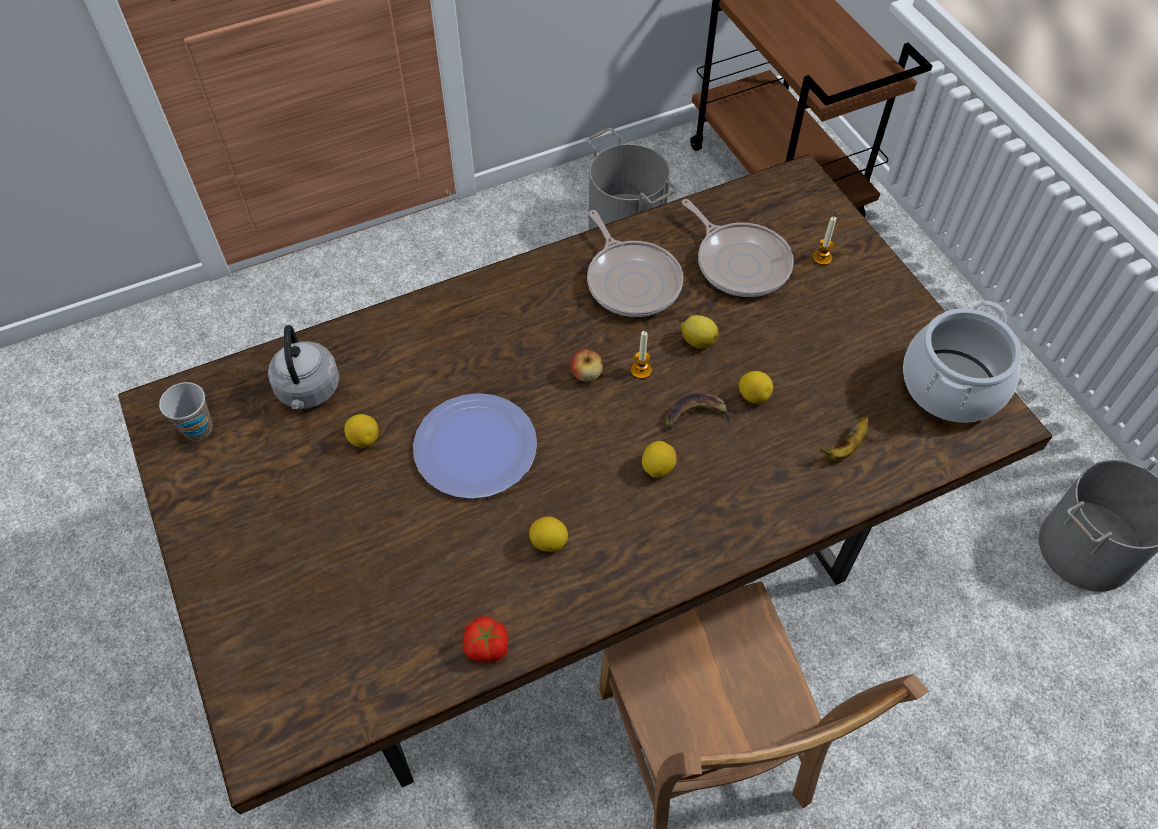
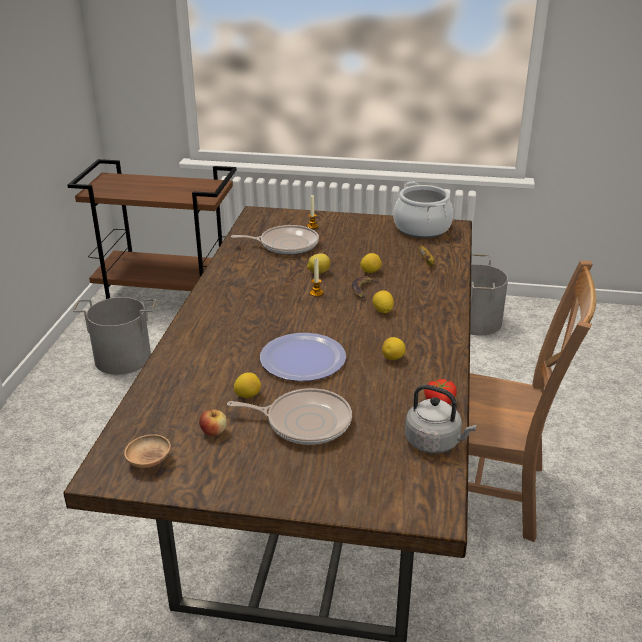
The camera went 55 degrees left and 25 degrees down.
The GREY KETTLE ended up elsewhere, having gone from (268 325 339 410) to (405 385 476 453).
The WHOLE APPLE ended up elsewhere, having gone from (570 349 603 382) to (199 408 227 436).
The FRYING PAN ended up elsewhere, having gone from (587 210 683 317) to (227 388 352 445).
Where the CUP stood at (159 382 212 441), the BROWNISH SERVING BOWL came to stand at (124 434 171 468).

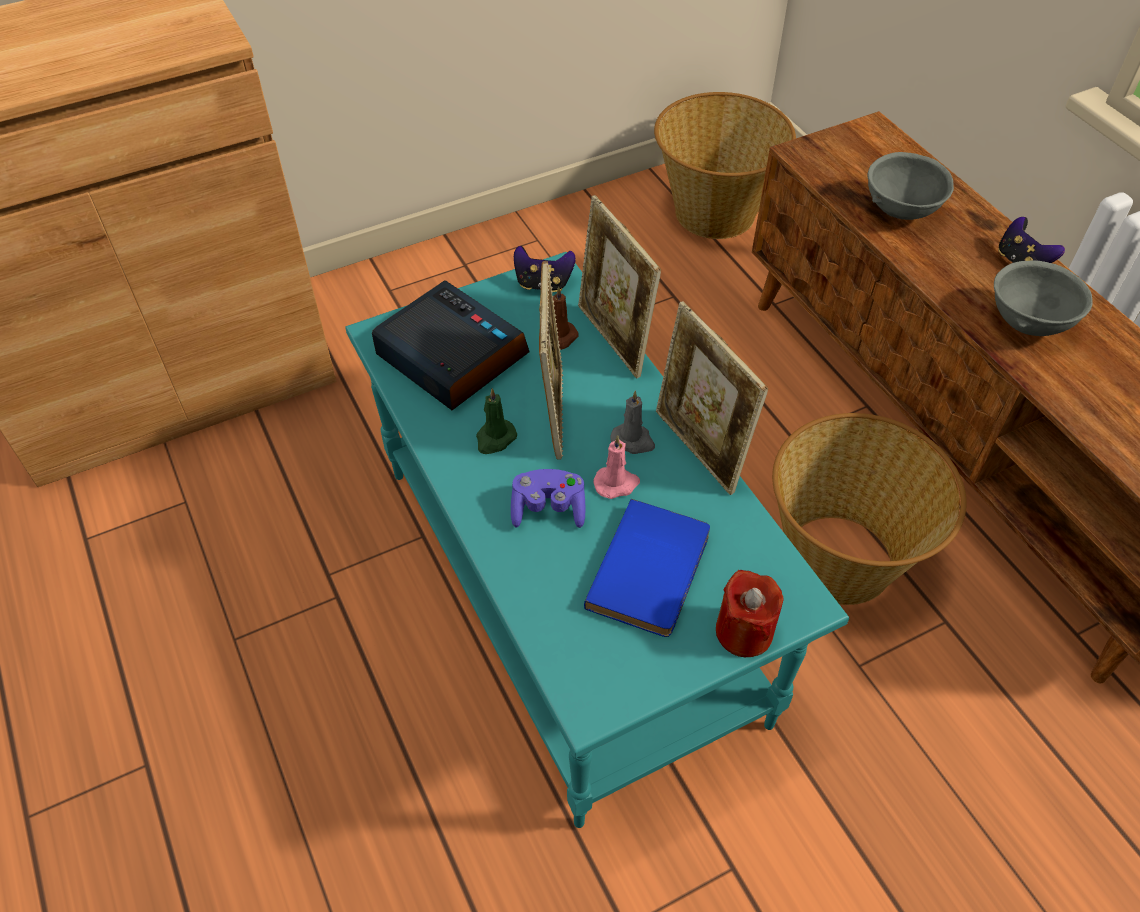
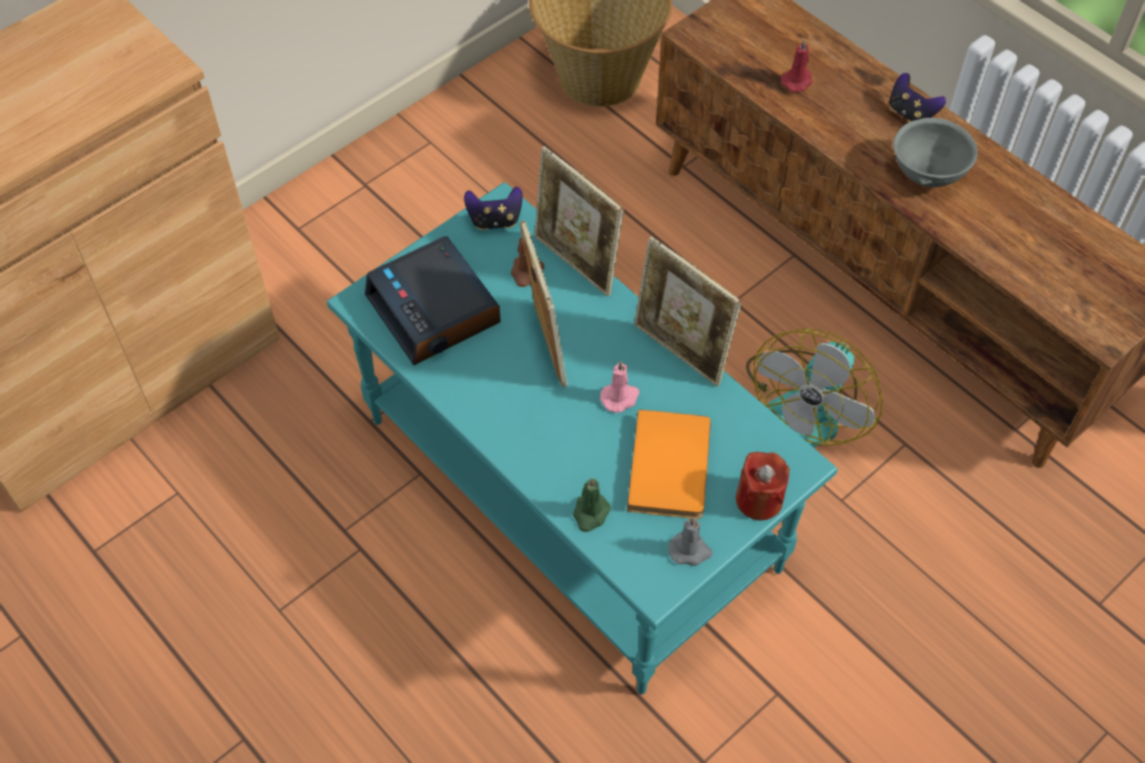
The camera went 15 degrees left and 5 degrees up.
The second view lost the PURPLE-COLOURED GAMEPAD at (511 469 586 528).
The GREENISH WAX LIGHT ended up elsewhere, having gone from (476 388 517 454) to (573 478 611 532).
The GREY WAX LIGHT ended up elsewhere, having gone from (610 391 655 454) to (668 517 712 566).
Where the HOUSEHOLD BASKET stood at (772 413 967 605), the COOLING FAN came to stand at (746 329 883 448).
Where the GREY SERVING BOWL stood at (868 152 954 220), the REDDISH WAX LIGHT came to stand at (781 39 813 92).
What was the BLUE BOUND BOOK at (584 499 710 637) turned into the ORANGE-COLOURED BOUND BOOK at (627 409 711 519).
The BEDSIDE CLOCK at (372 280 529 410) ended up facing another way, 150 degrees counterclockwise from before.

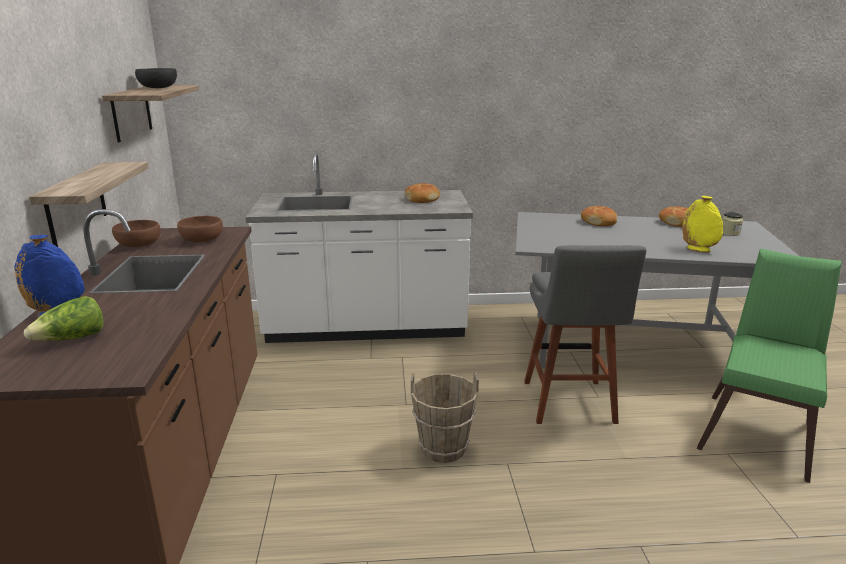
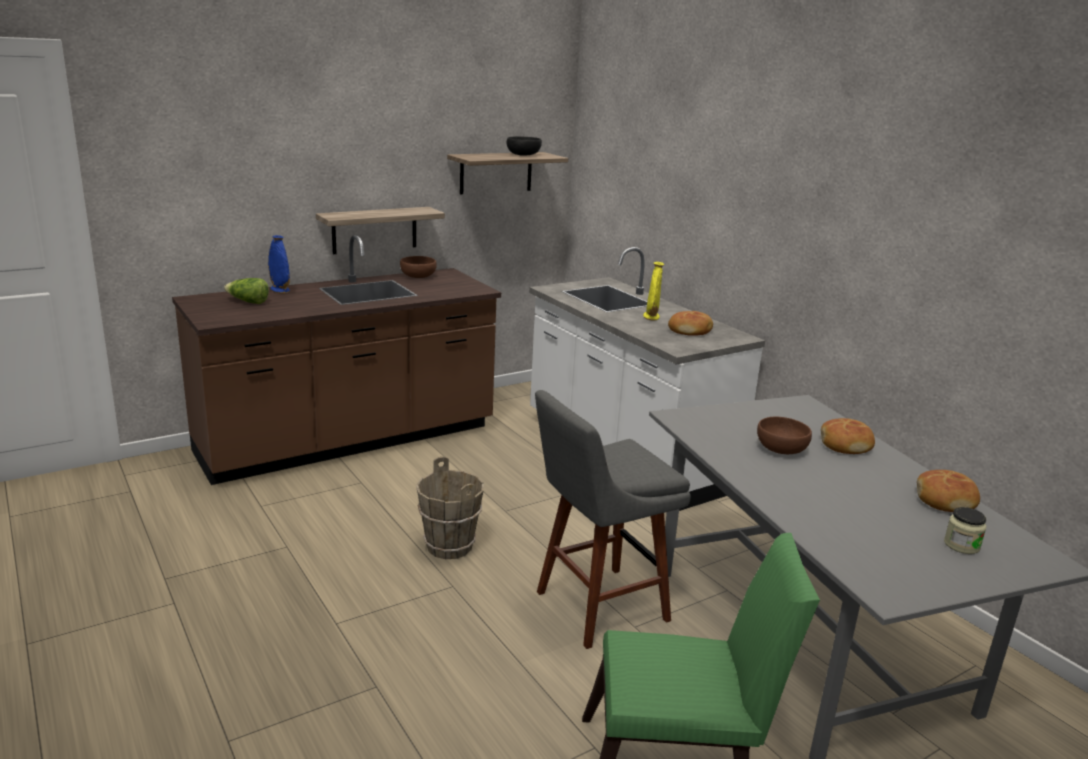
The camera went 60 degrees right and 0 degrees up.
The BROWNISH SERVING BOWL ended up elsewhere, having gone from (177 216 223 242) to (757 416 812 454).
The YELLOWISH DECORATIVE VASE ended up elsewhere, having gone from (682 196 723 253) to (643 262 664 321).

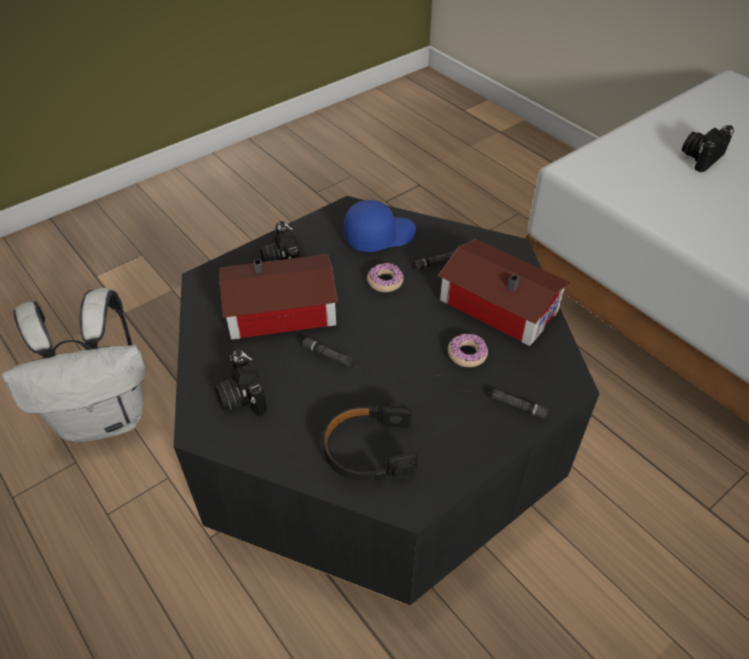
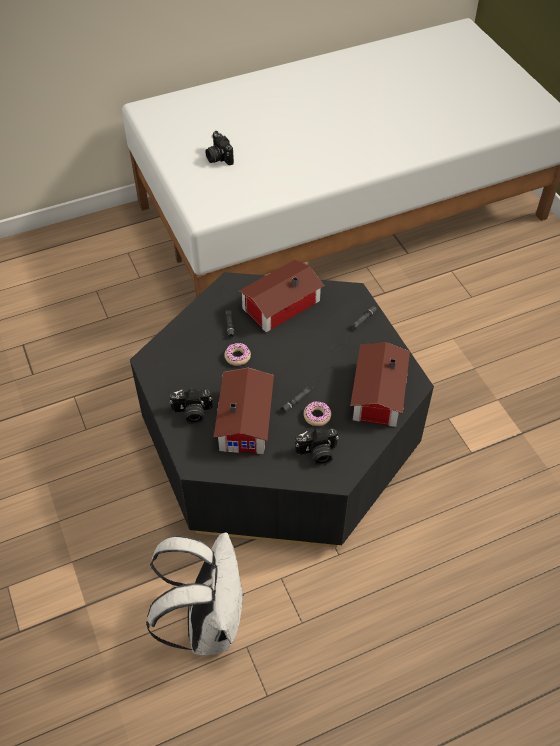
The camera went 75 degrees left and 5 degrees up.
The second view lost the BLUE BASEBALL CAP at (344 200 416 252).
The DOUGHNUT ended up elsewhere, having gone from (448 334 488 367) to (304 401 331 426).
Where the BLACK-COLOURED HEADSET stood at (323 403 418 481), the MODEL HOUSE came to stand at (350 342 410 427).

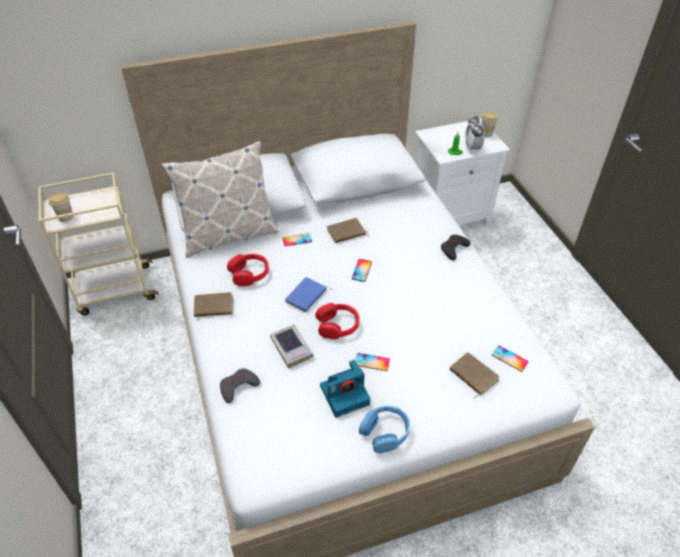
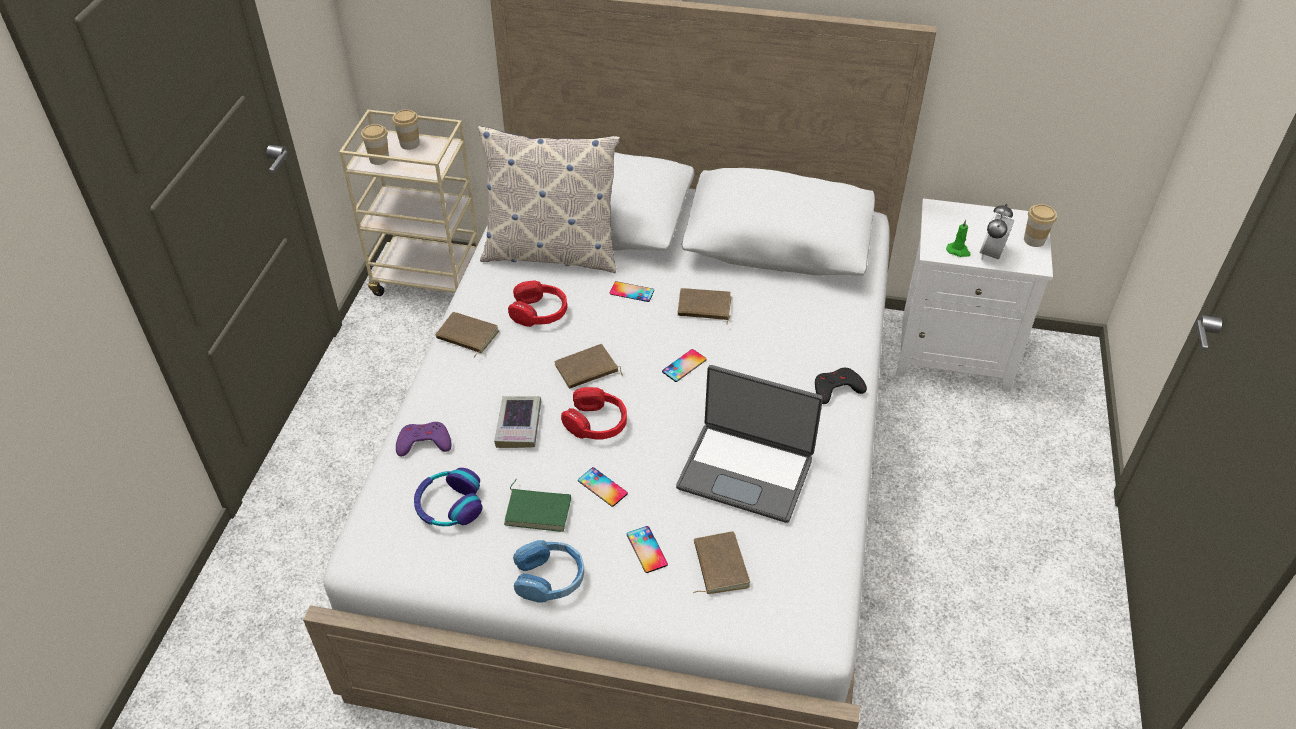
The camera went 30 degrees right and 0 degrees up.
The second view gained the CUP at (392 109 419 150).
The second view gained the HEADSET at (414 468 482 526).
The second view gained the LAPTOP at (676 365 823 523).
The PHONE ended up elsewhere, having gone from (492 346 529 372) to (627 526 668 573).
Where the PHOTO CAMERA stood at (320 360 370 418), the GREENISH BOUND BOOK came to stand at (504 479 571 532).
What was the GREY GAMEPAD at (220 368 260 403) turned into the PURPLE-COLOURED GAMEPAD at (396 422 452 456).
What was the BLUE BOUND BOOK at (285 277 333 312) turned into the BROWNISH BOUND BOOK at (554 344 623 389).

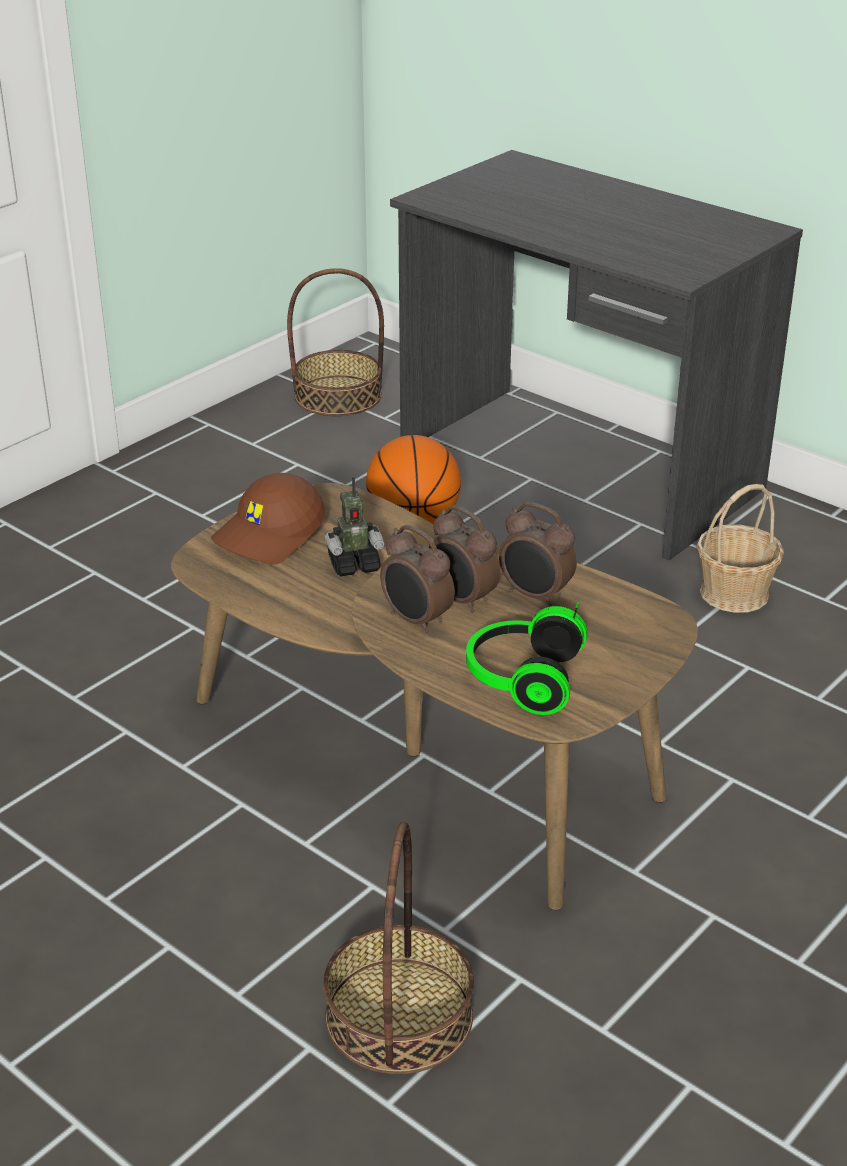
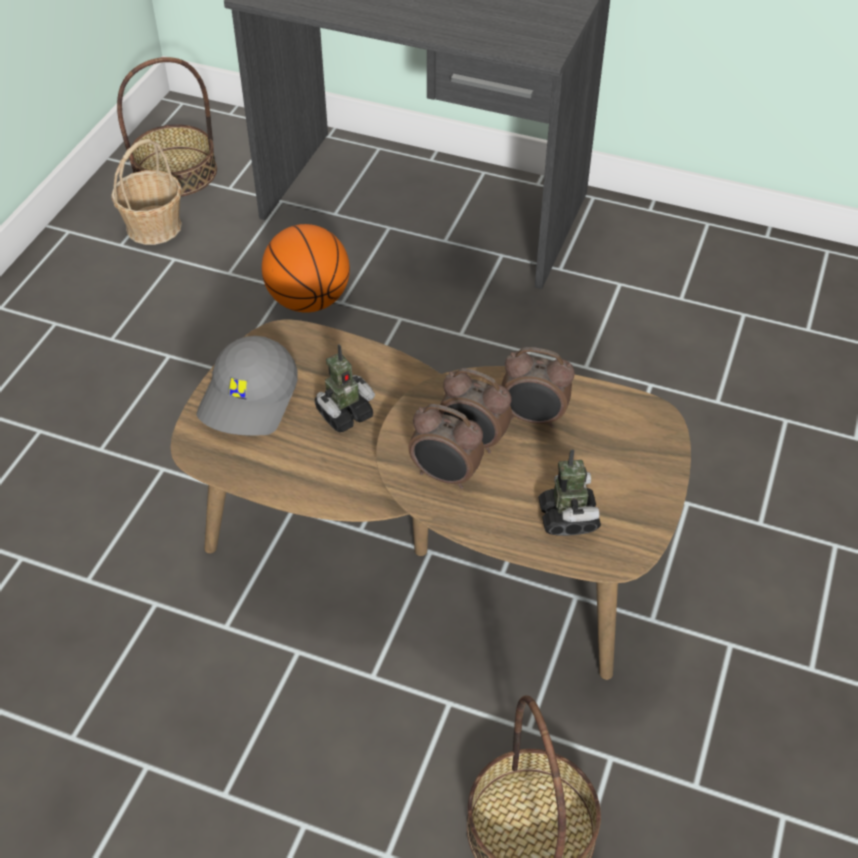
The camera went 20 degrees left and 15 degrees up.
The HOUSEHOLD BASKET ended up elsewhere, having gone from (697 484 784 613) to (111 139 182 245).
Where the HEADSET stood at (466 602 588 715), the TOY ROBOT came to stand at (538 450 601 536).
What was the BROWNISH BASEBALL CAP at (211 473 325 564) turned into the GREY BASEBALL CAP at (197 336 298 436).

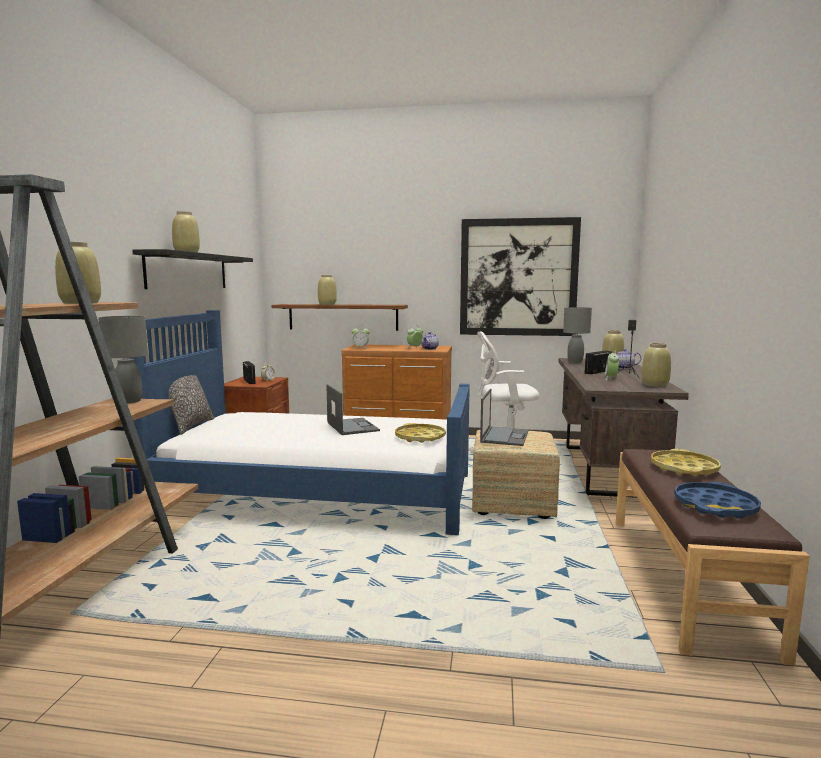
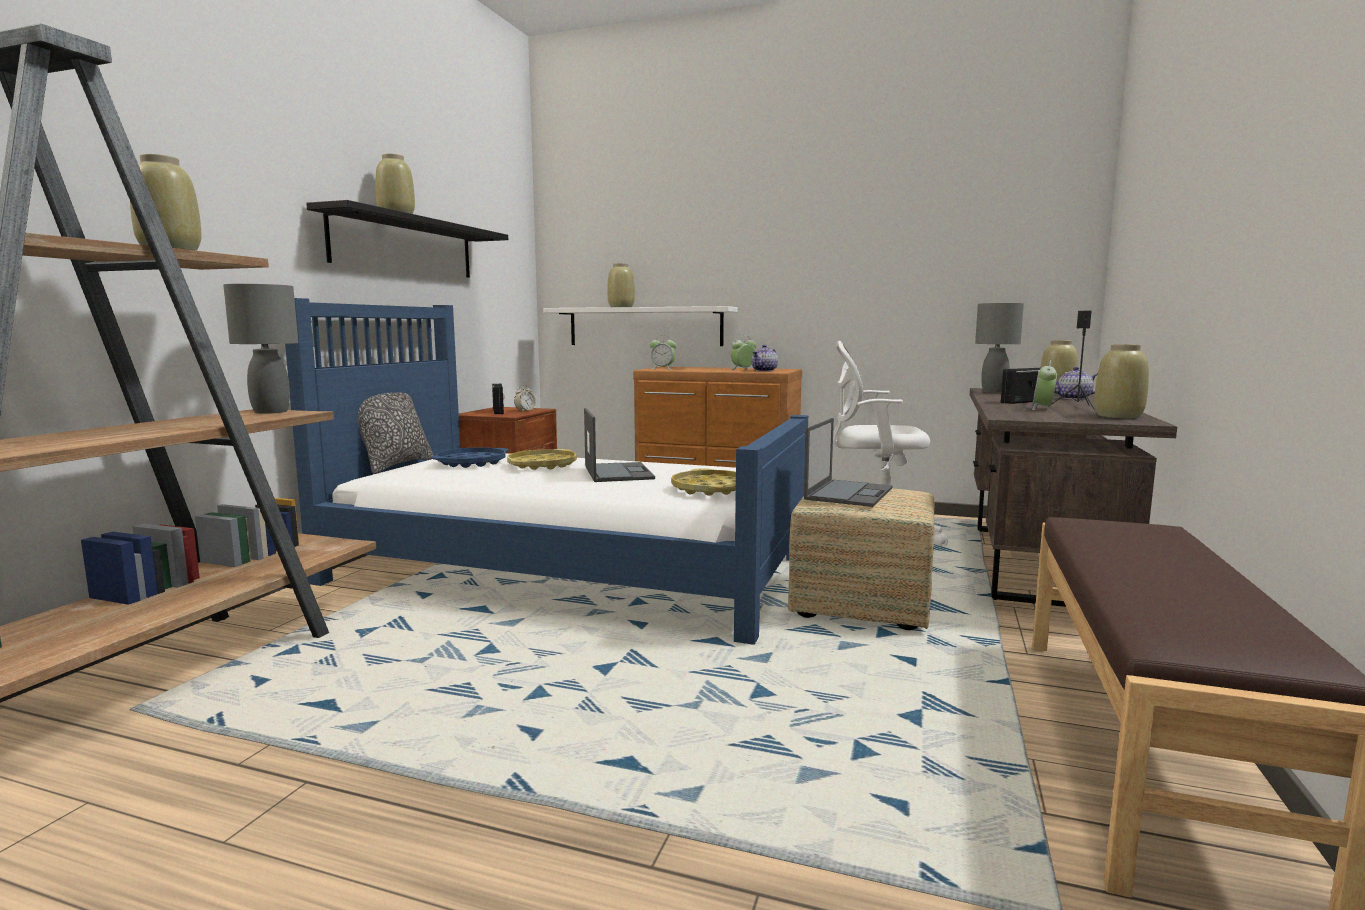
The camera went 10 degrees right and 0 degrees up.
The second view lost the PICTURE at (460 217 581 336).
The YELLOWISH TRAY ended up elsewhere, having gone from (651 449 721 476) to (507 449 577 470).
The BLUE TRAY ended up elsewhere, having gone from (674 482 761 519) to (431 447 509 468).
What was the BROWNISH BRACKET SHELF at (271 304 408 331) turned into the WHITE-COLOURED BRACKET SHELF at (543 306 738 346).

